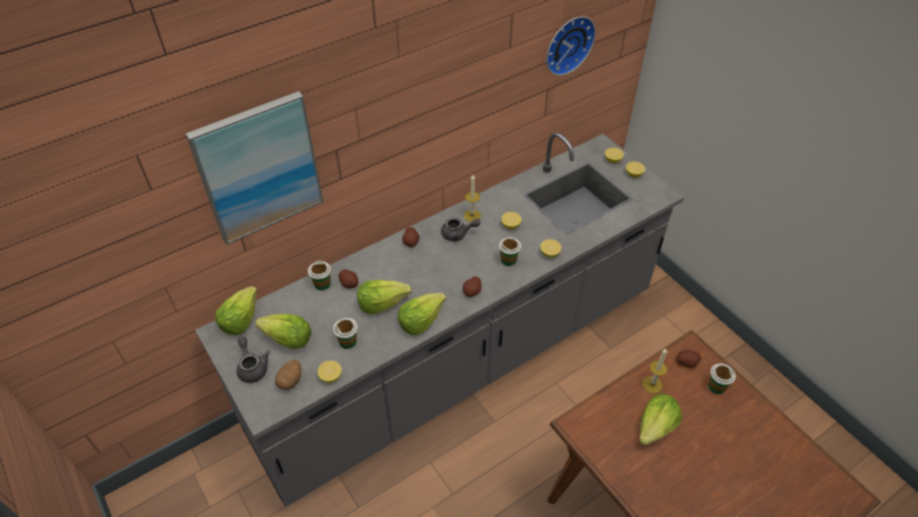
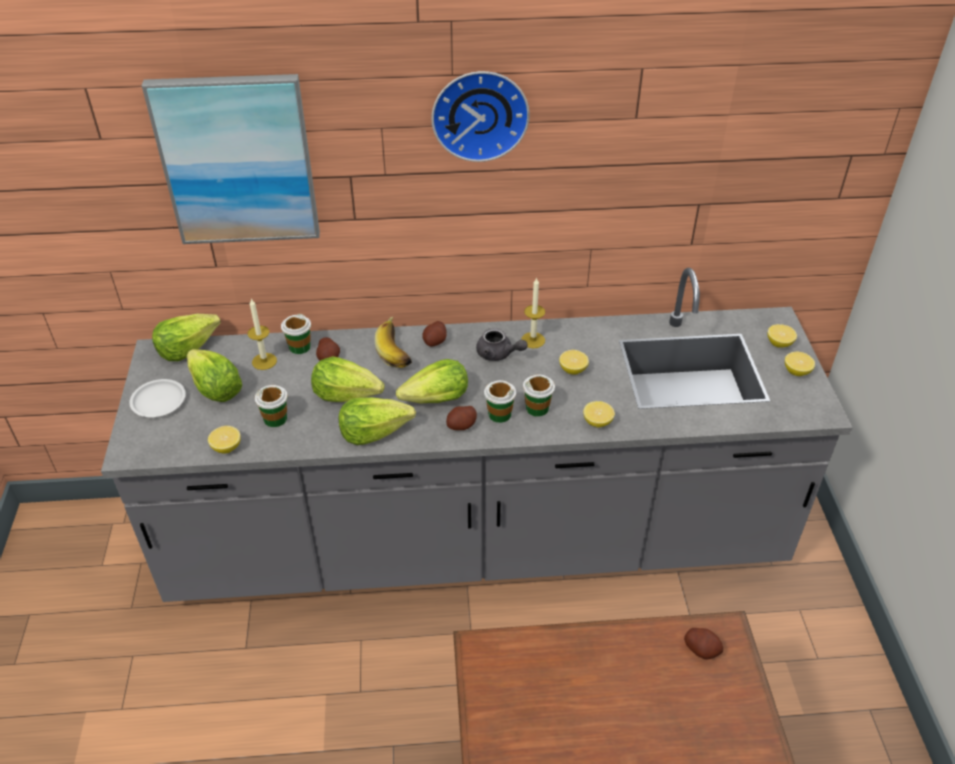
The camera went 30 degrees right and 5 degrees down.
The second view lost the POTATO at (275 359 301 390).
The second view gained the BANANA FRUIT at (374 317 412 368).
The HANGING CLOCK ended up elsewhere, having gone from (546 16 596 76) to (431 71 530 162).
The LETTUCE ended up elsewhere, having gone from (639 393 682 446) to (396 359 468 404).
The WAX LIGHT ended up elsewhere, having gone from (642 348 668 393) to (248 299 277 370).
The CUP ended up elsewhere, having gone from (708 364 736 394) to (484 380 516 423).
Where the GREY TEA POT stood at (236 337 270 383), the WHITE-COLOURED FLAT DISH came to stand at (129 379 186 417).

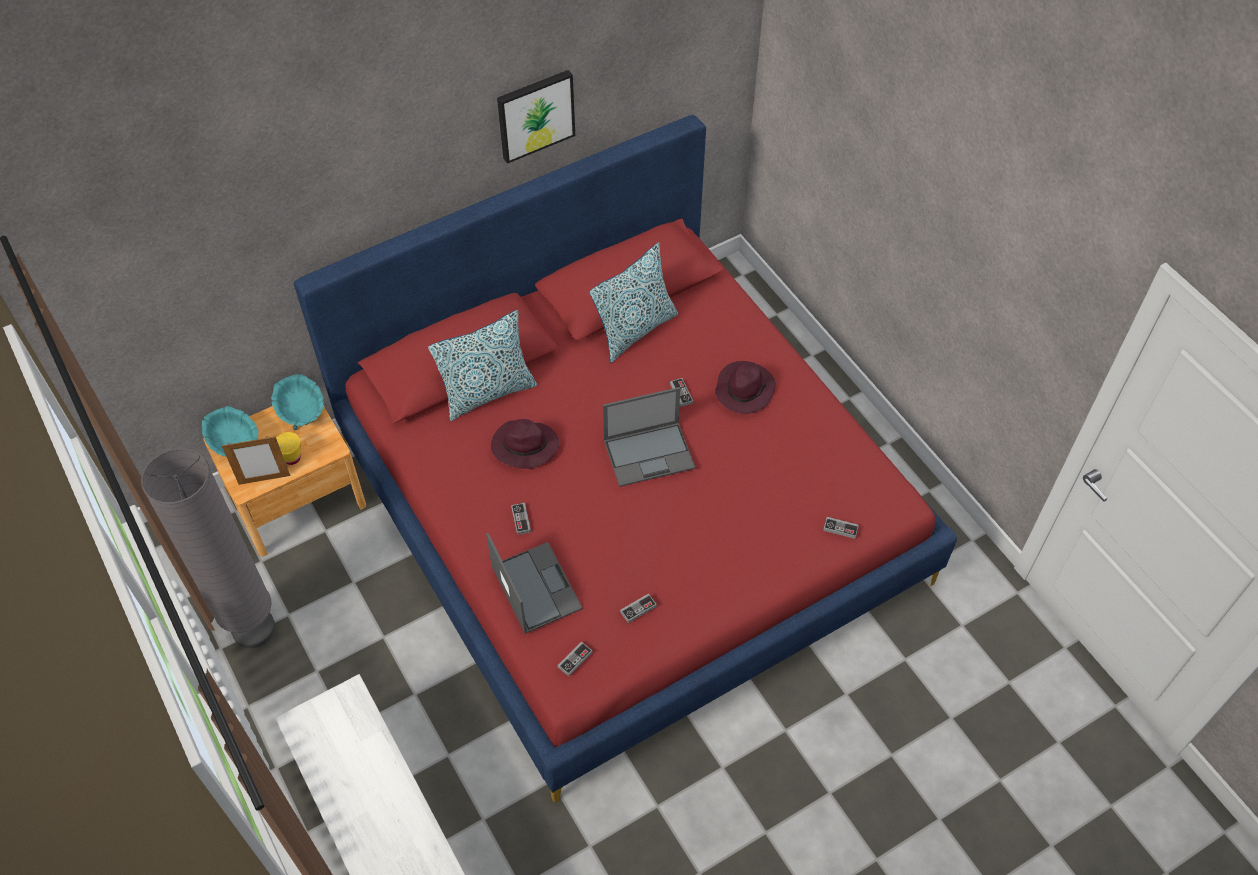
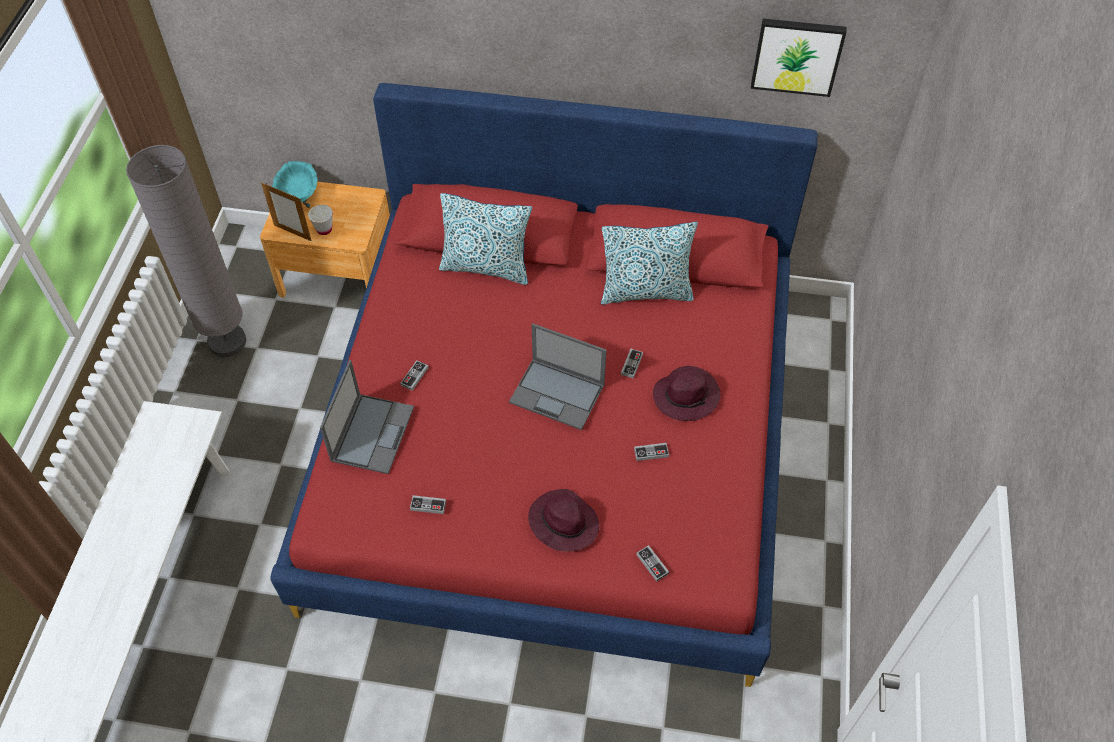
The camera went 40 degrees right and 0 degrees up.
The second view lost the BLUE-GREEN SERVING BOWL at (271 374 324 430).
The PURPLE-COLOURED HAT ended up elsewhere, having gone from (491 419 559 469) to (528 489 599 552).
The PICTURE ended up elsewhere, having gone from (497 70 575 164) to (751 18 847 97).
The GAMEPAD ended up elsewhere, having gone from (558 642 593 676) to (634 443 669 461).
What was the YELLOWISH CUP at (276 432 301 465) turned into the WHITE-COLOURED CUP at (308 205 333 235).

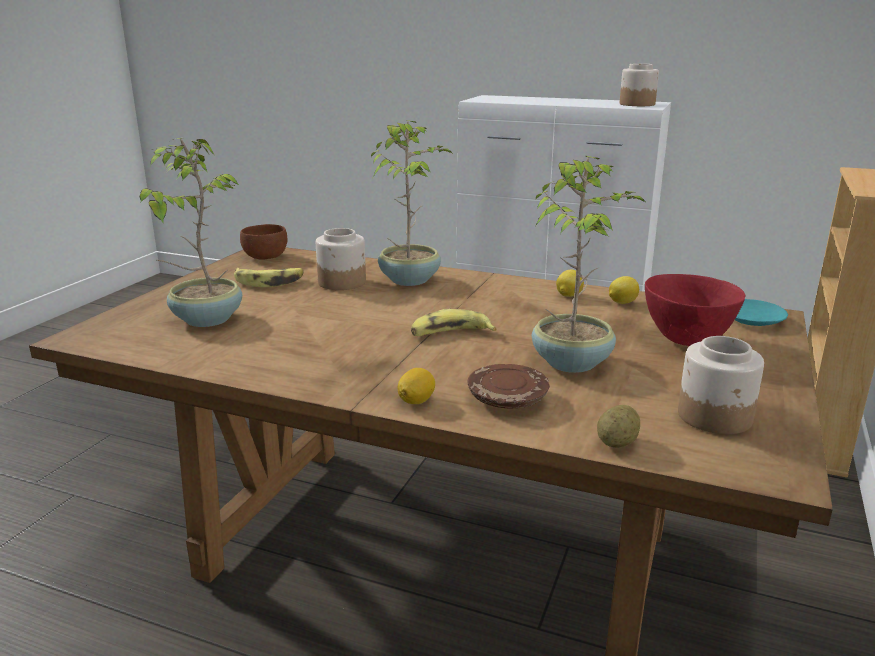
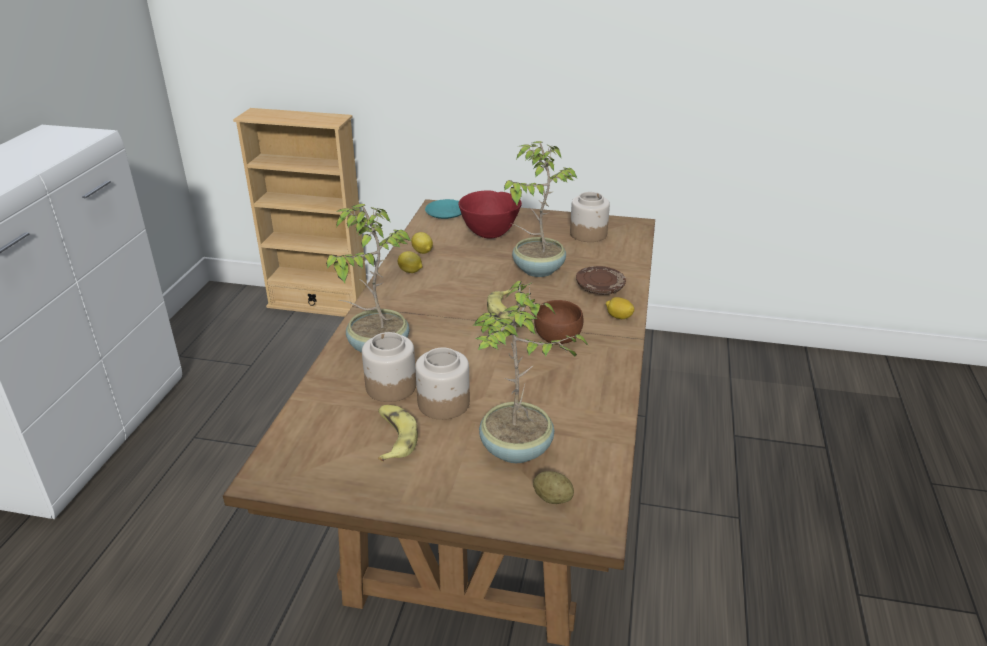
The camera went 100 degrees left and 10 degrees up.
The BROWNISH SERVING BOWL ended up elsewhere, having gone from (240 224 288 260) to (534 300 584 344).
The POTATO ended up elsewhere, having gone from (597 405 640 448) to (533 471 574 504).
The JAR ended up elsewhere, having gone from (620 63 659 106) to (415 348 470 420).

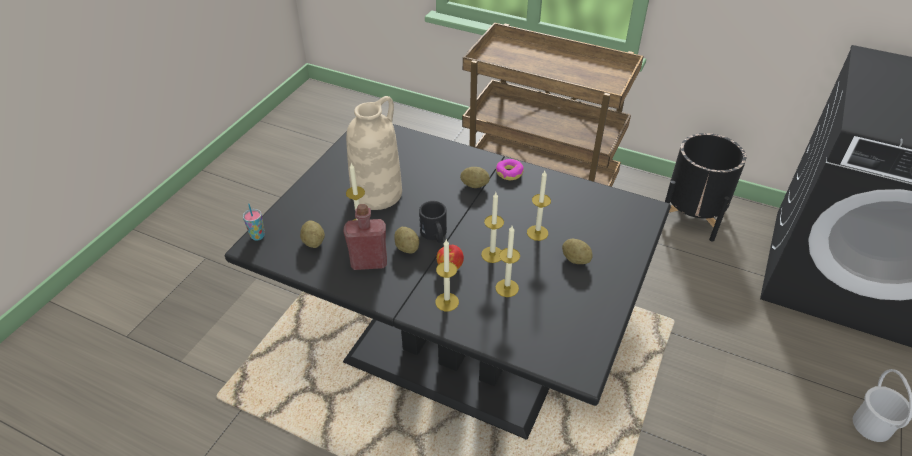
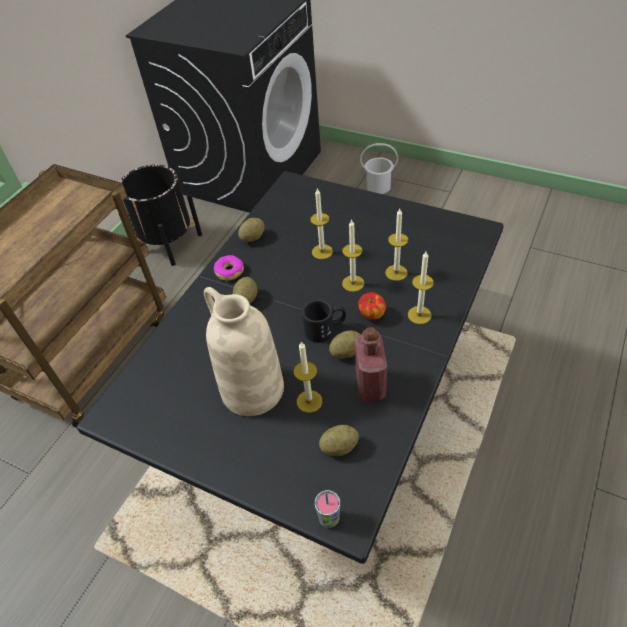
The camera went 85 degrees left and 5 degrees up.
The POTATO ended up elsewhere, having gone from (562 239 593 264) to (238 218 265 242).

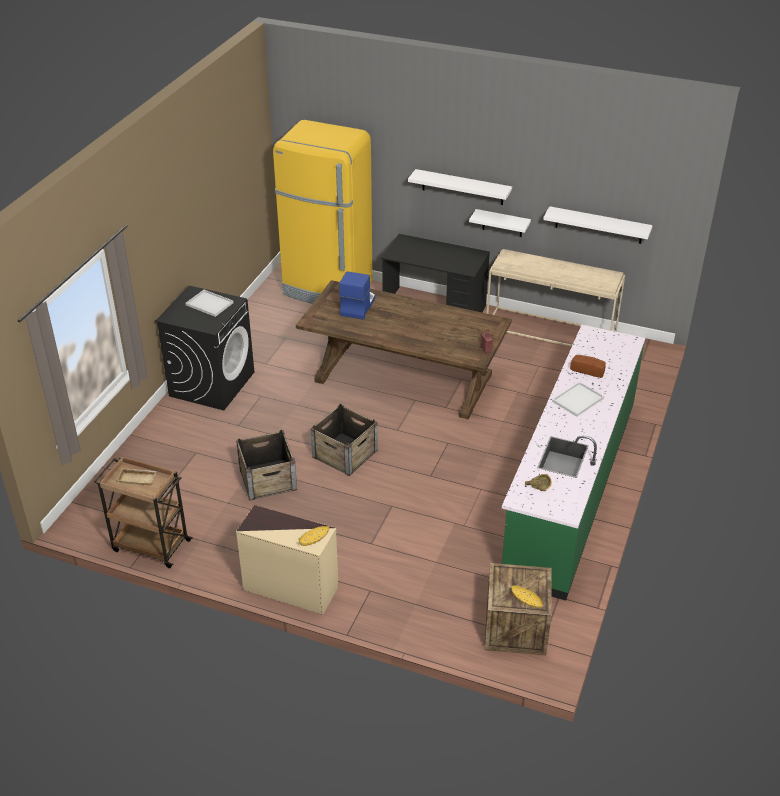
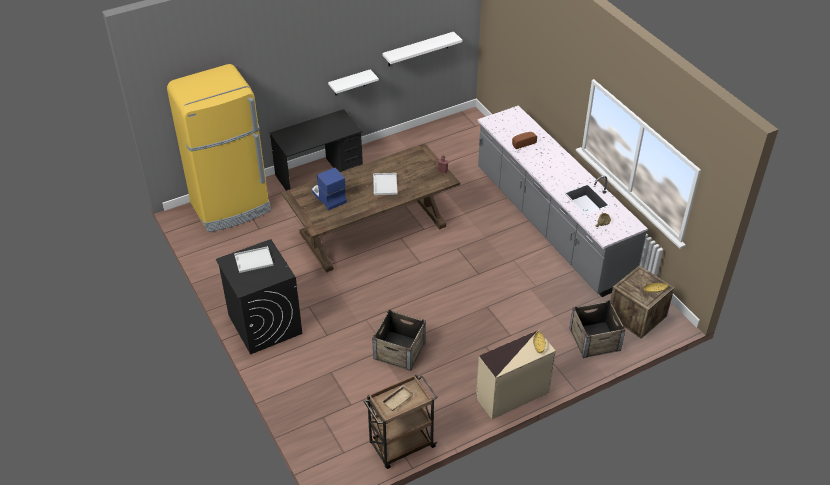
The camera went 50 degrees left and 5 degrees up.
The second view lost the WHITE-COLOURED BRACKET SHELF at (408 169 512 205).
The second view lost the BEIGE-COLOURED HALL TABLE at (487 249 625 347).
The SHIPPING CRATE ended up elsewhere, having gone from (311 404 378 476) to (569 300 626 358).
The WHITE-COLOURED TRAY ended up elsewhere, having gone from (552 382 604 417) to (373 173 398 195).
What was the GREENISH COUNTER at (502 325 645 601) turned into the GREY COUNTER at (478 105 648 297).

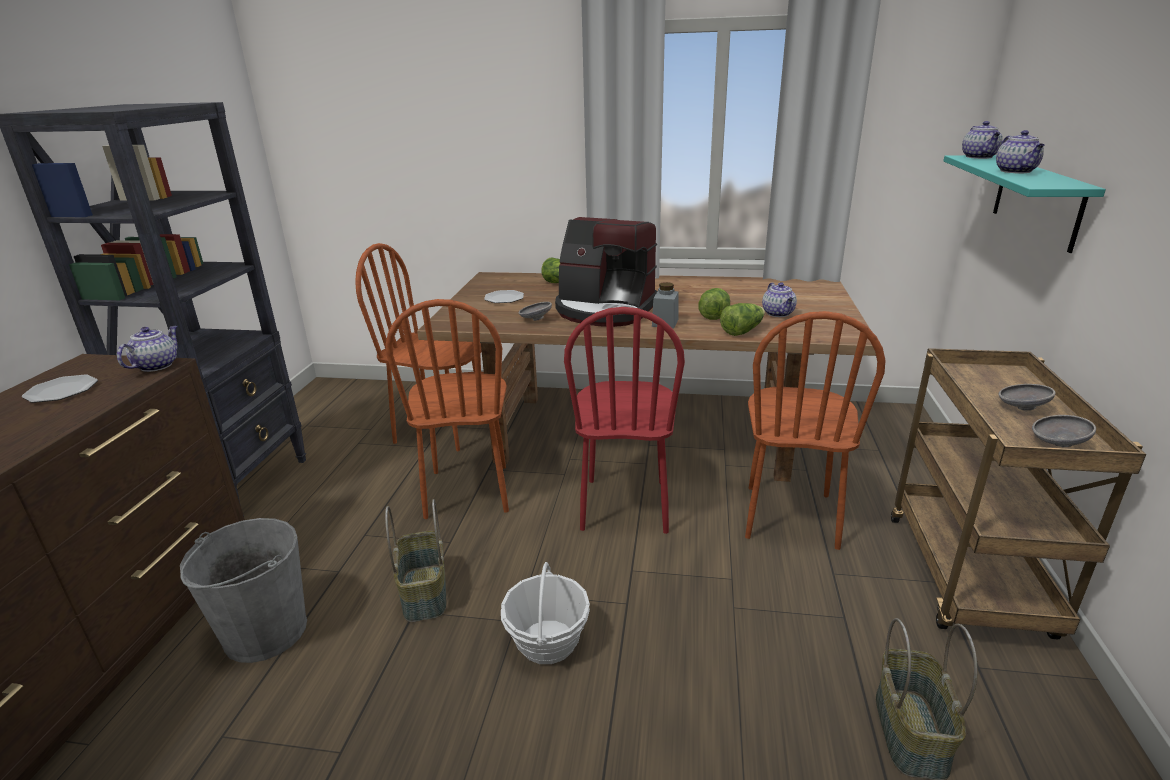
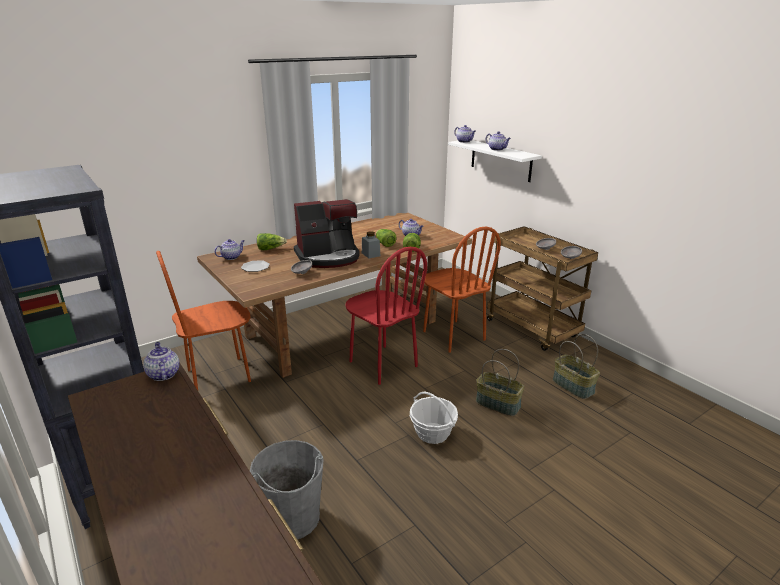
The camera went 45 degrees left and 0 degrees up.
The second view lost the FLAT DISH at (22 374 98 403).
The second view lost the BROWNISH CHAIR at (386 299 509 519).
The second view gained the TEA POT at (214 239 245 260).
The HOUSEHOLD BASKET ended up elsewhere, having gone from (385 499 446 622) to (476 349 525 416).
What was the BLUE-GREEN BRACKET SHELF at (943 155 1106 253) turned into the WHITE-COLOURED BRACKET SHELF at (448 140 542 182).

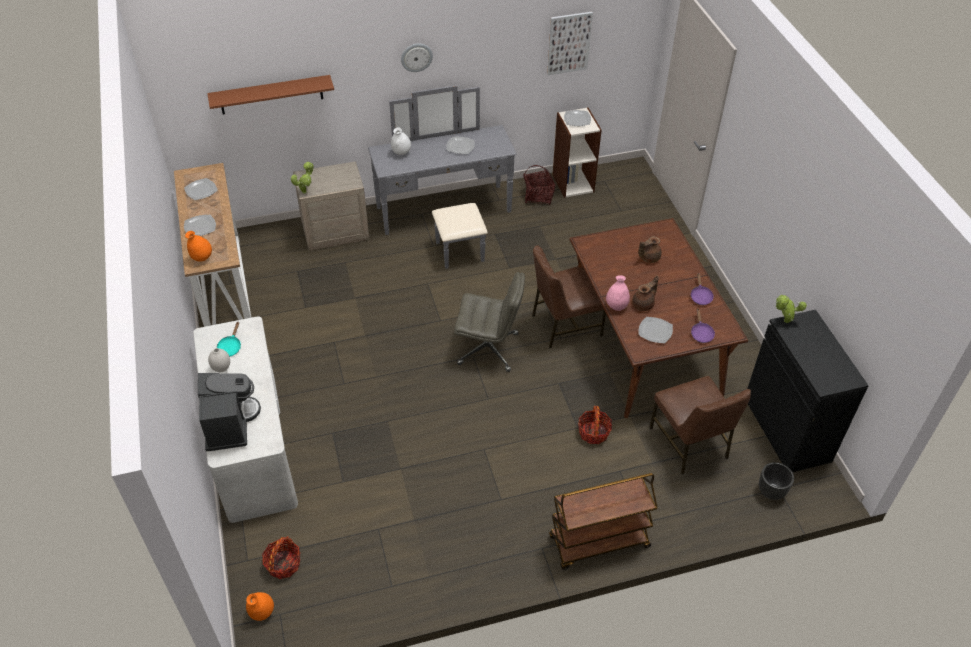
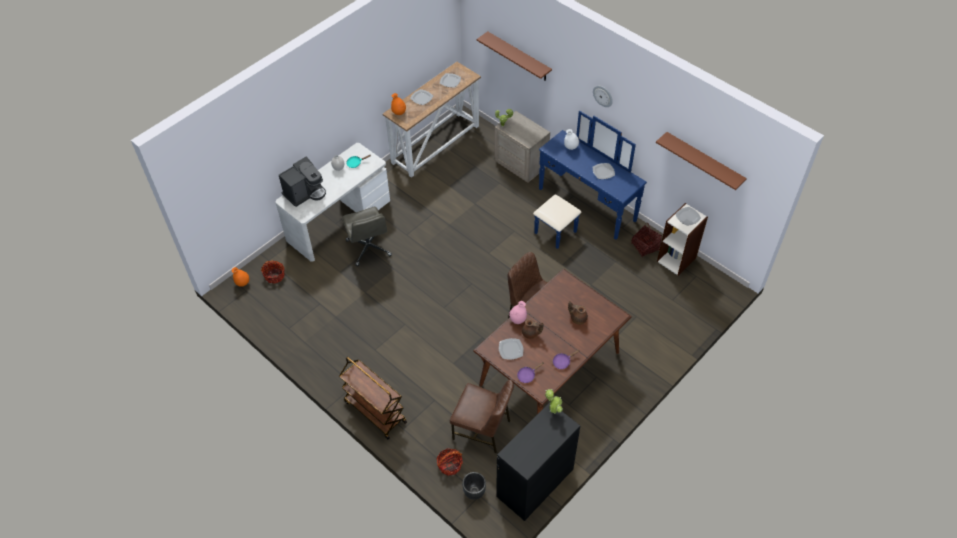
The camera went 60 degrees right and 5 degrees up.
The GREY OFFICE CHAIR ended up elsewhere, having gone from (454 272 525 372) to (342 207 392 266).
The HOUSEHOLD BASKET ended up elsewhere, having gone from (578 406 612 444) to (436 448 463 476).
Where the PICTURE hung at (547 12 593 75), the BROWNISH BRACKET SHELF came to hang at (656 132 747 190).
What was the GREY CHEST OF DRAWERS at (368 85 517 269) turned into the BLUE CHEST OF DRAWERS at (533 111 647 249).
The BROWNISH CHAIR at (649 376 751 475) ended up facing another way, 105 degrees counterclockwise from before.

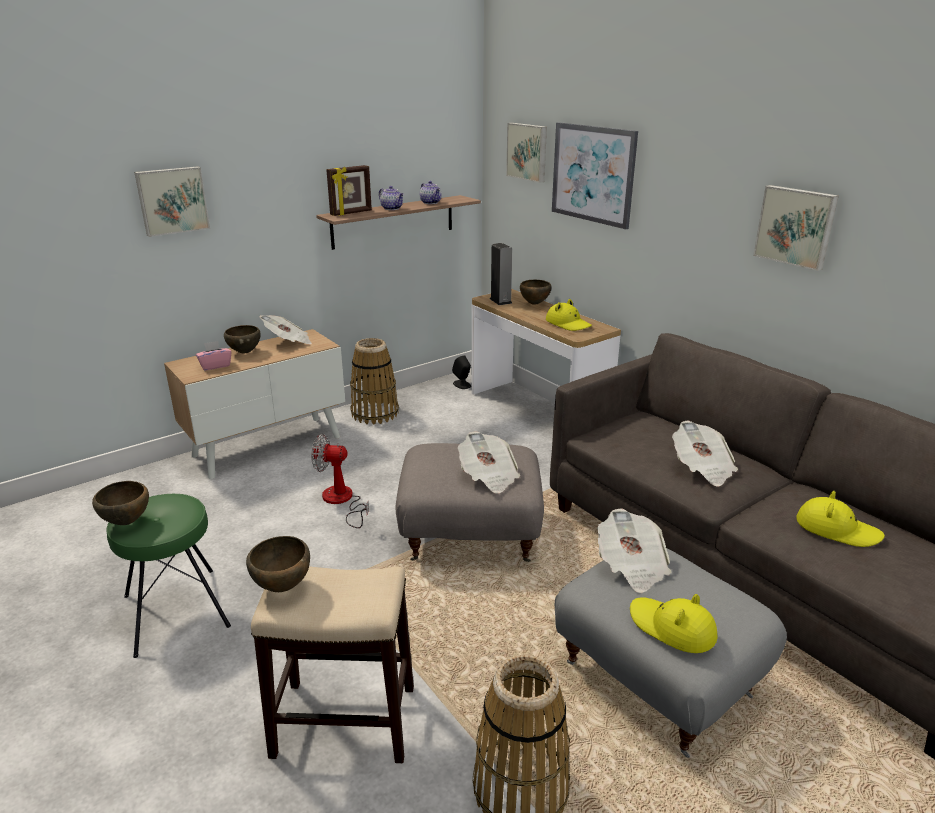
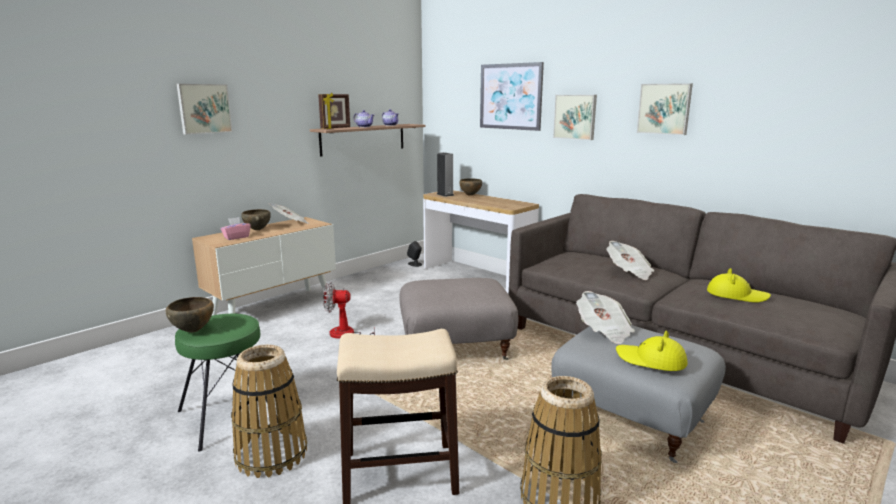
The camera went 10 degrees left and 10 degrees down.
The second view lost the BROWNISH SERVING BOWL at (246 536 310 592).
The second view lost the NEWSPAPER at (458 431 520 494).
The second view lost the YELLOWISH HAT at (546 299 592 331).
The HOUSEHOLD BASKET ended up elsewhere, having gone from (350 338 399 425) to (231 344 307 478).
The PICTURE ended up elsewhere, having gone from (506 123 547 183) to (553 95 597 140).

